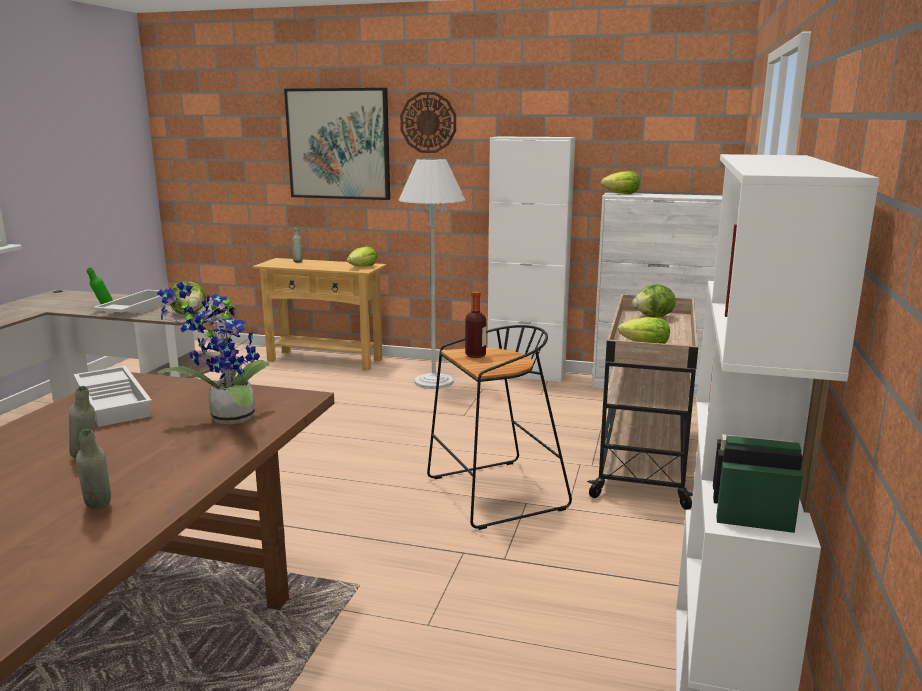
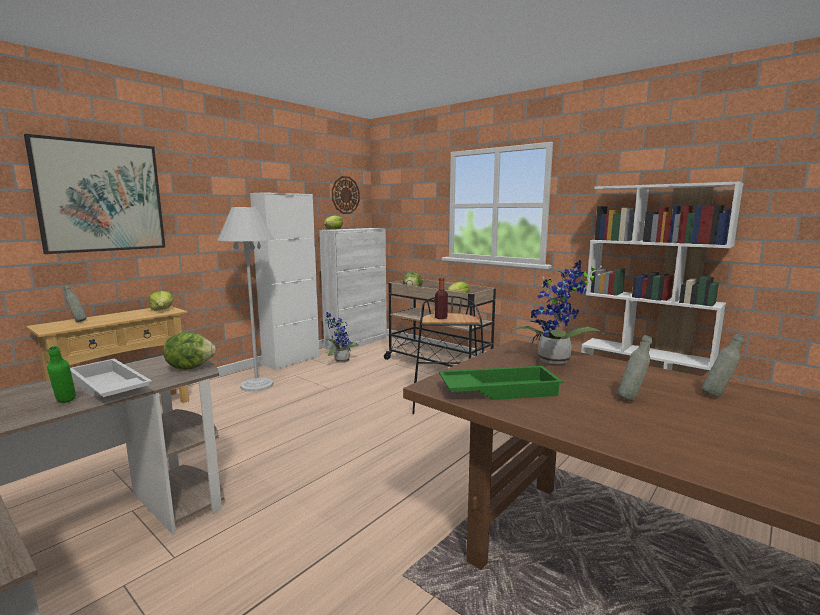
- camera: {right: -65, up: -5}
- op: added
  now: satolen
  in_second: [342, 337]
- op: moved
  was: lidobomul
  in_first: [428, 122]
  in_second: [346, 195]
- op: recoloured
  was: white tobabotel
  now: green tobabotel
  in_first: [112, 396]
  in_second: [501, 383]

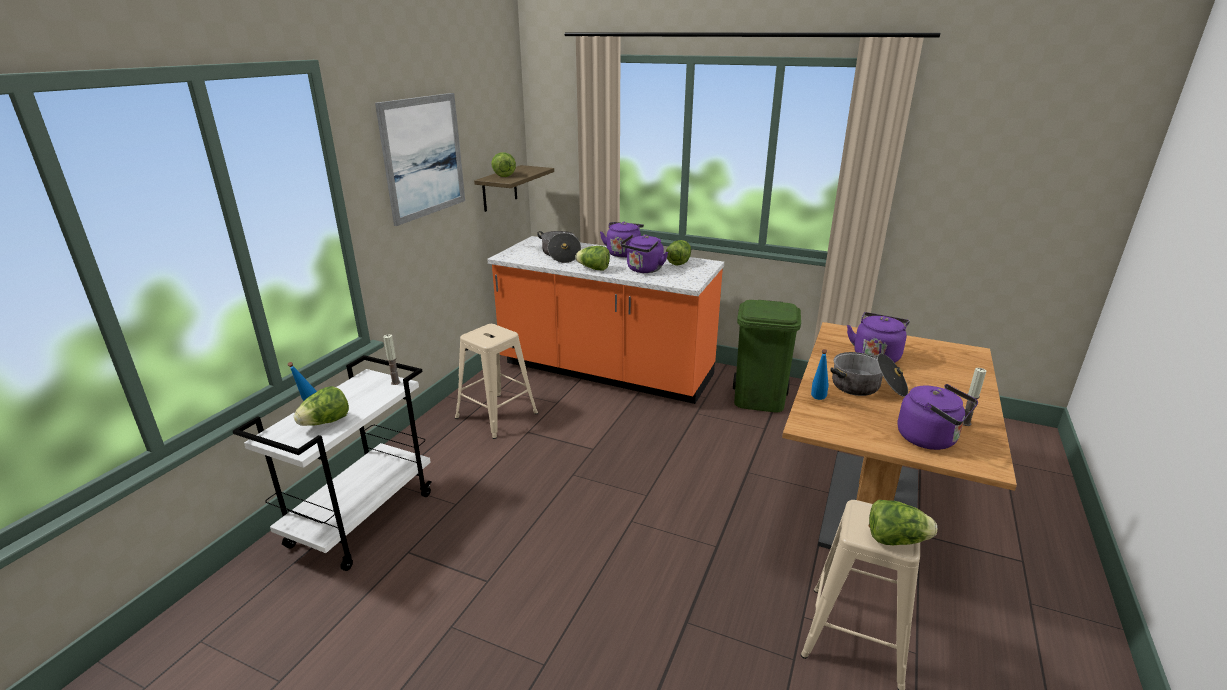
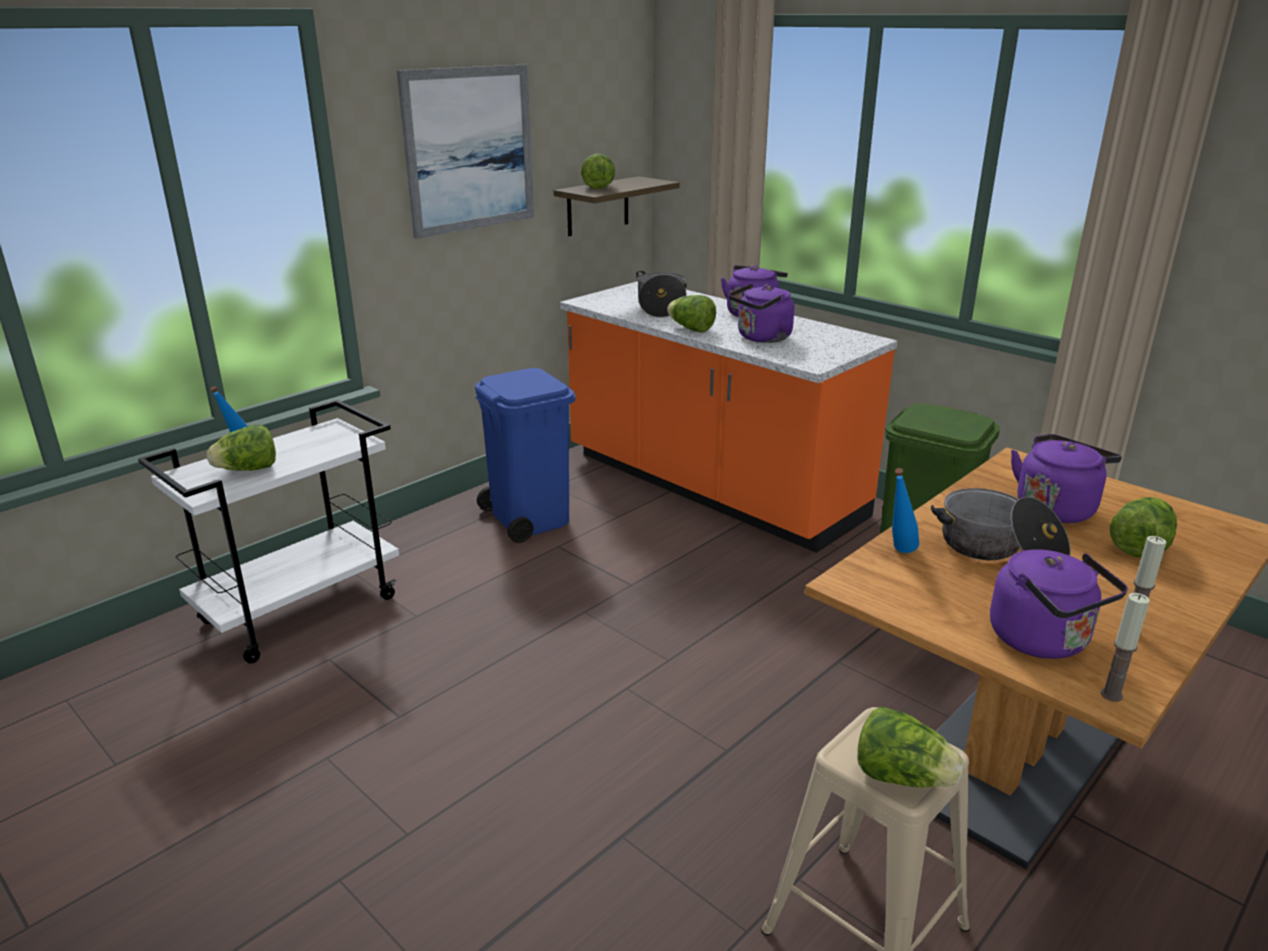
- camera: {right: 20, up: 0}
- op: replaced
  was: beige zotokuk
  now: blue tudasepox
  in_first: [496, 381]
  in_second: [525, 455]
- op: moved
  was: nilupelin
  in_first: [391, 359]
  in_second: [1125, 647]
- op: moved
  was: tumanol
  in_first: [678, 253]
  in_second: [1143, 527]

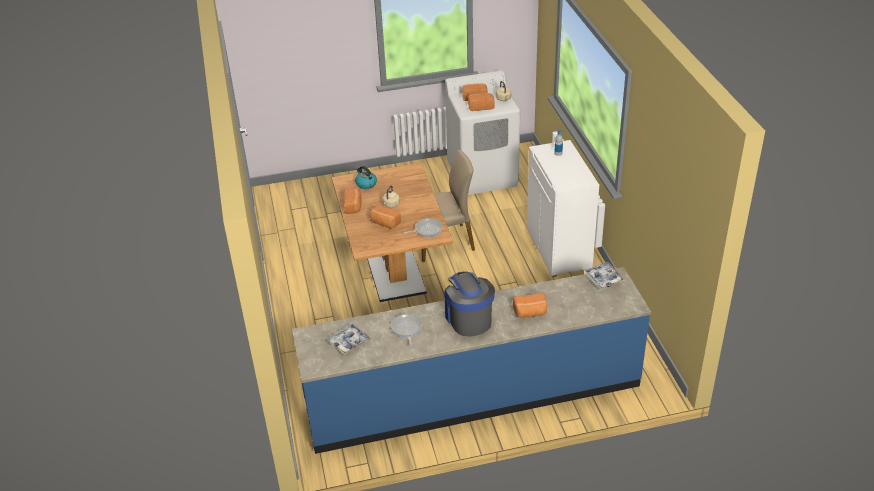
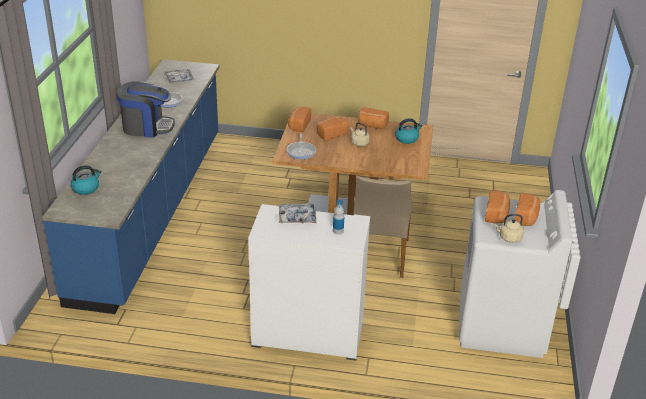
- camera: {right: 110, up: -5}
- op: added
  now: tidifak
  in_second: [86, 180]
- op: moved
  was: tobabotel
  in_first: [604, 275]
  in_second: [297, 213]
- op: moved
  was: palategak
  in_first: [530, 305]
  in_second: [299, 119]

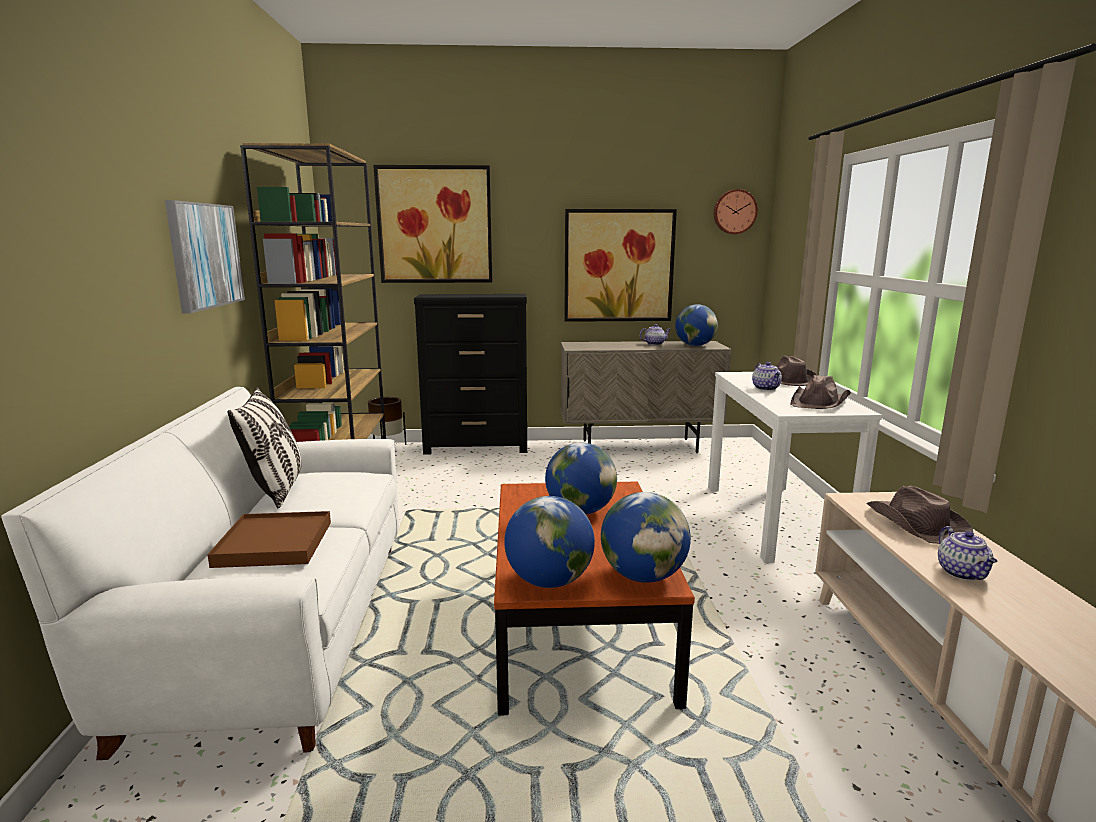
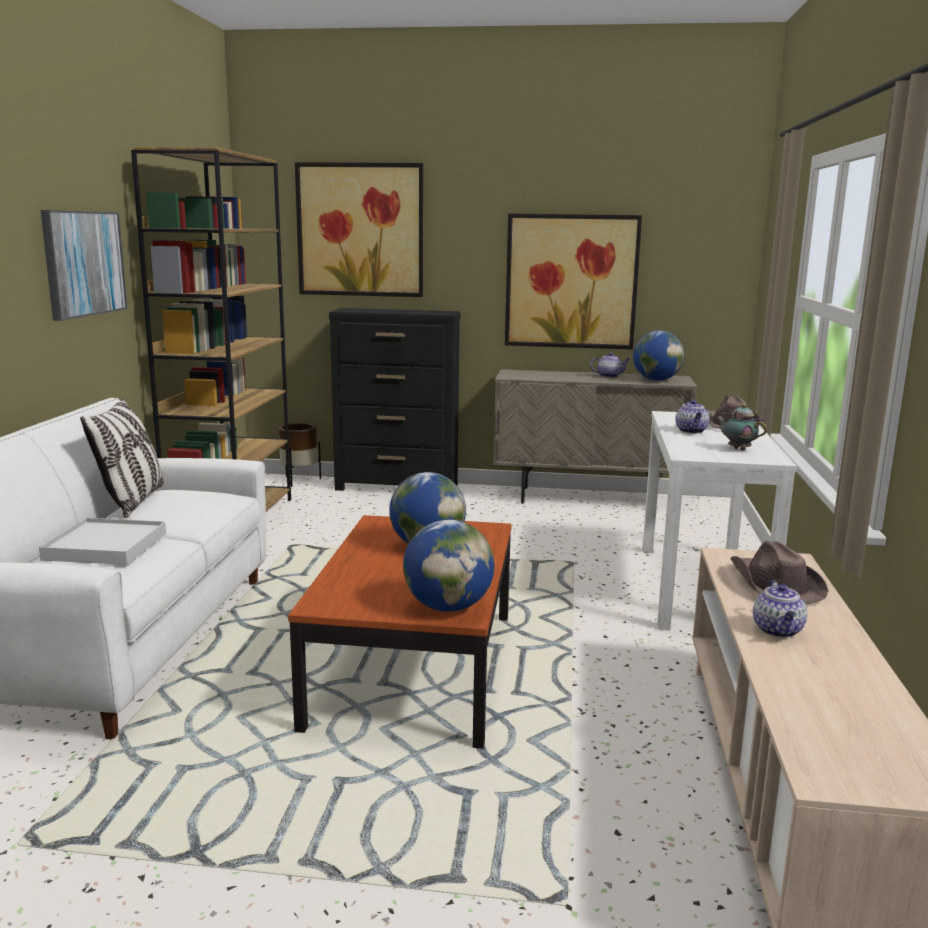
- camera: {right: 10, up: 0}
- op: recoloured
  was: brown tobabotel
  now: white tobabotel
  in_first: [269, 539]
  in_second: [102, 541]
- op: replaced
  was: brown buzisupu
  now: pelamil
  in_first: [820, 392]
  in_second: [741, 427]
- op: removed
  was: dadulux
  in_first: [549, 542]
- op: removed
  was: lidobomul
  in_first: [736, 211]

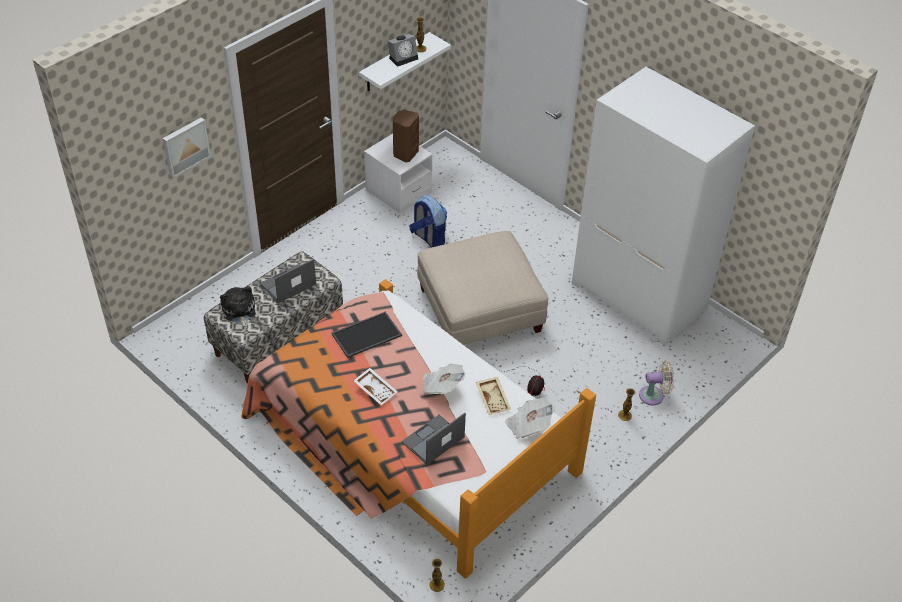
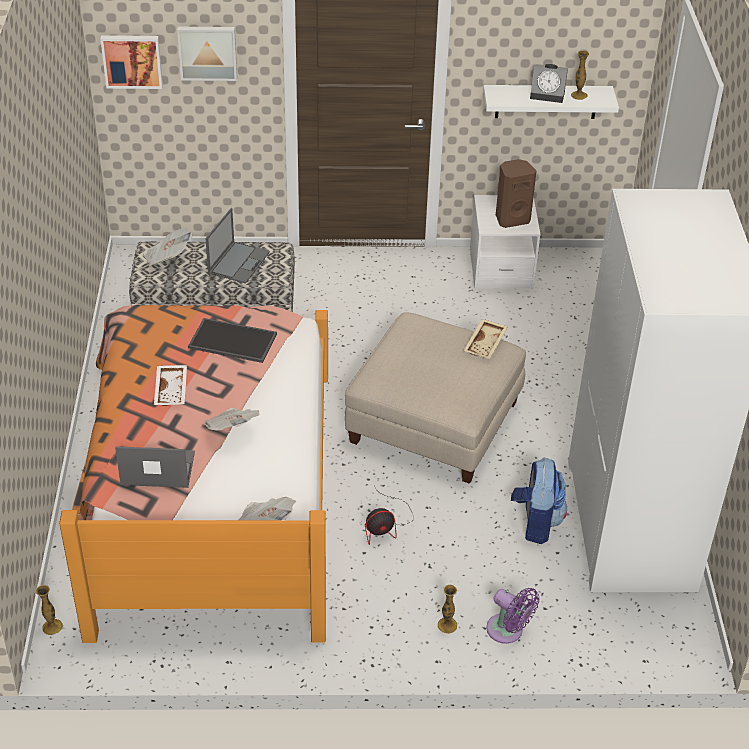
- camera: {right: 45, up: -5}
- op: added
  now: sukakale
  in_second: [131, 62]
- op: replaced
  was: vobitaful
  now: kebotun
  in_first: [238, 307]
  in_second: [168, 247]
- op: turned
  was: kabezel
  in_first: [288, 281]
  in_second: [237, 246]
  clockwise: 105
- op: moved
  was: beige tobabotel
  in_first: [493, 396]
  in_second: [485, 339]
- op: recoloured
  was: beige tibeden
  now: purple tibeden
  in_first: [656, 383]
  in_second: [512, 616]
- op: moved
  was: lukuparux
  in_first: [428, 221]
  in_second: [539, 501]

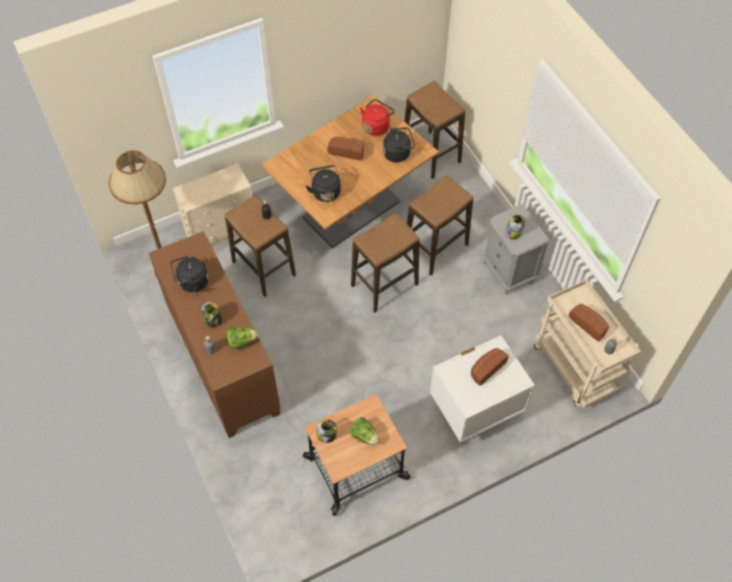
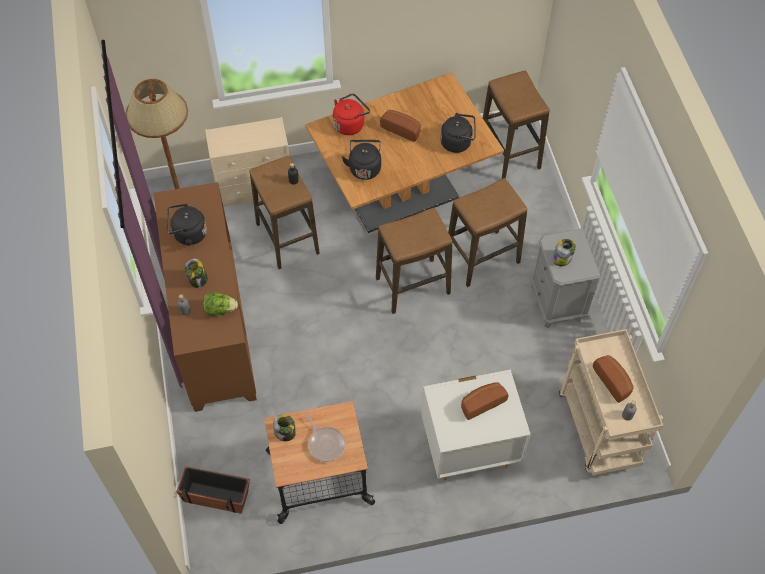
- camera: {right: 15, up: 0}
- op: added
  now: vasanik
  in_second: [213, 490]
- op: replaced
  was: tumanol
  now: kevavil
  in_first: [364, 431]
  in_second: [326, 438]
- op: moved
  was: red tidifak
  in_first: [377, 117]
  in_second: [351, 114]

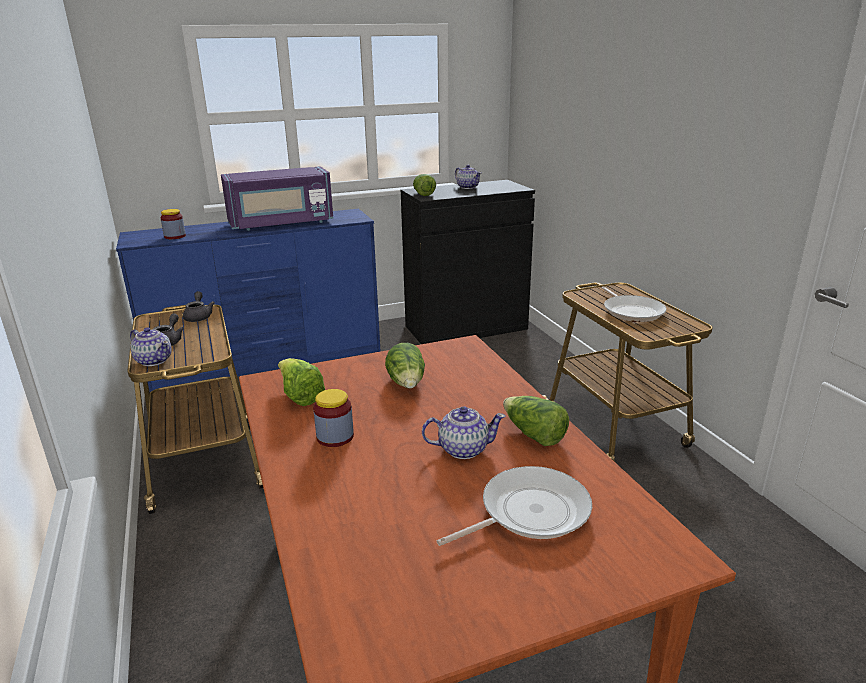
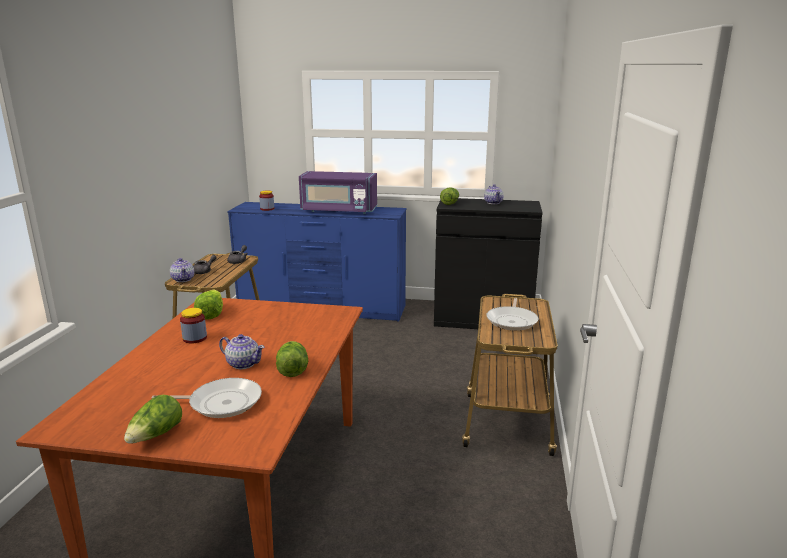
- camera: {right: 30, up: -5}
- op: moved
  was: tumanol
  in_first: [405, 366]
  in_second: [153, 419]

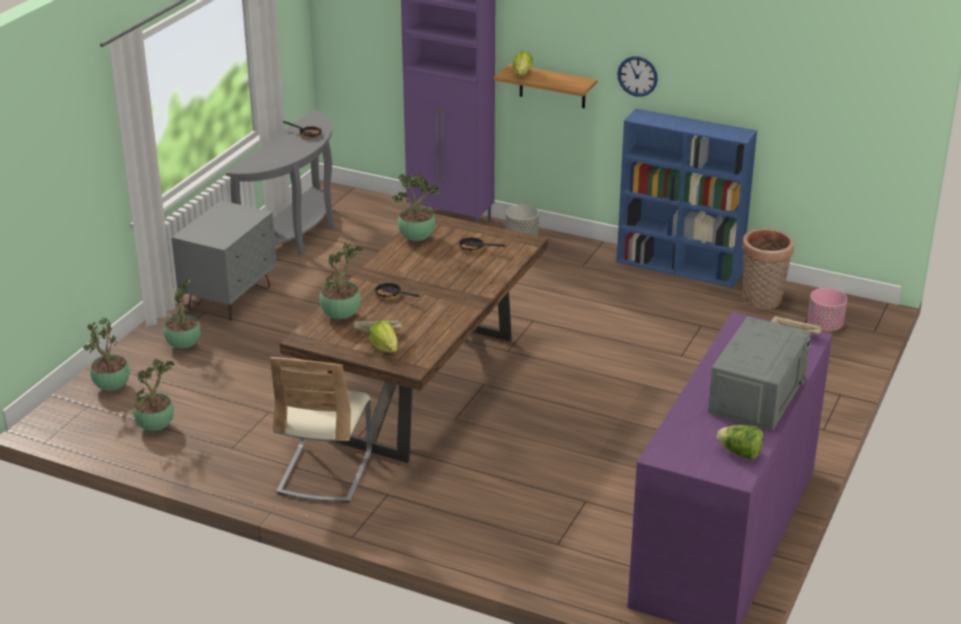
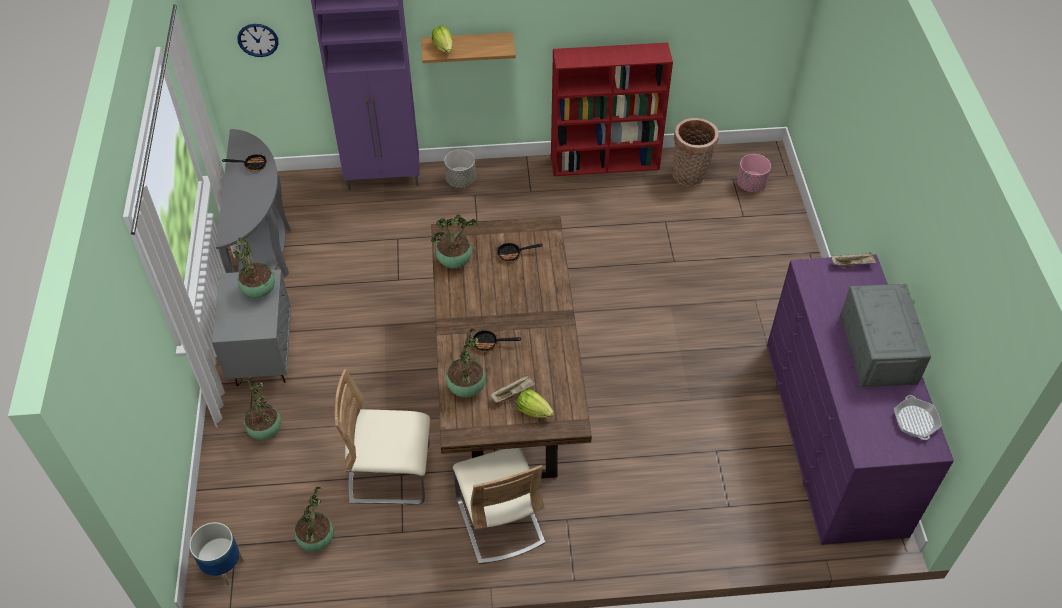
- camera: {right: -30, up: 20}
- op: added
  now: vasanik
  in_second: [216, 554]
- op: moved
  was: satolen
  in_first: [106, 354]
  in_second: [253, 267]
- op: moved
  was: lidobomul
  in_first: [637, 76]
  in_second: [257, 40]
- op: added
  now: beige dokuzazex
  in_second: [382, 437]
- op: recoloured
  was: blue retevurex
  now: red retevurex
  in_first: [687, 198]
  in_second: [612, 109]
- op: replaced
  was: tumanol
  now: kevavil
  in_first: [740, 442]
  in_second: [918, 417]

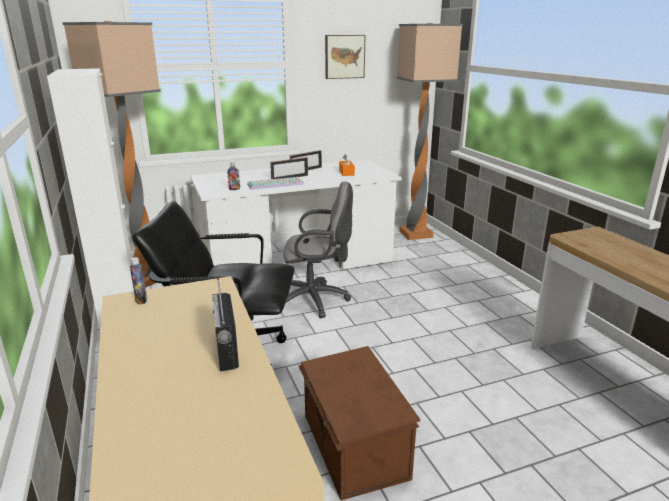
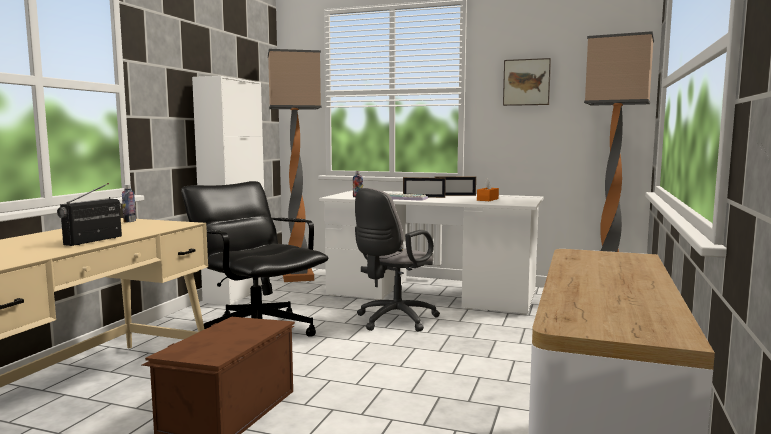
- camera: {right: 40, up: -15}
- op: turned
  was: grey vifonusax
  in_first: [318, 250]
  in_second: [397, 260]
  clockwise: 90

